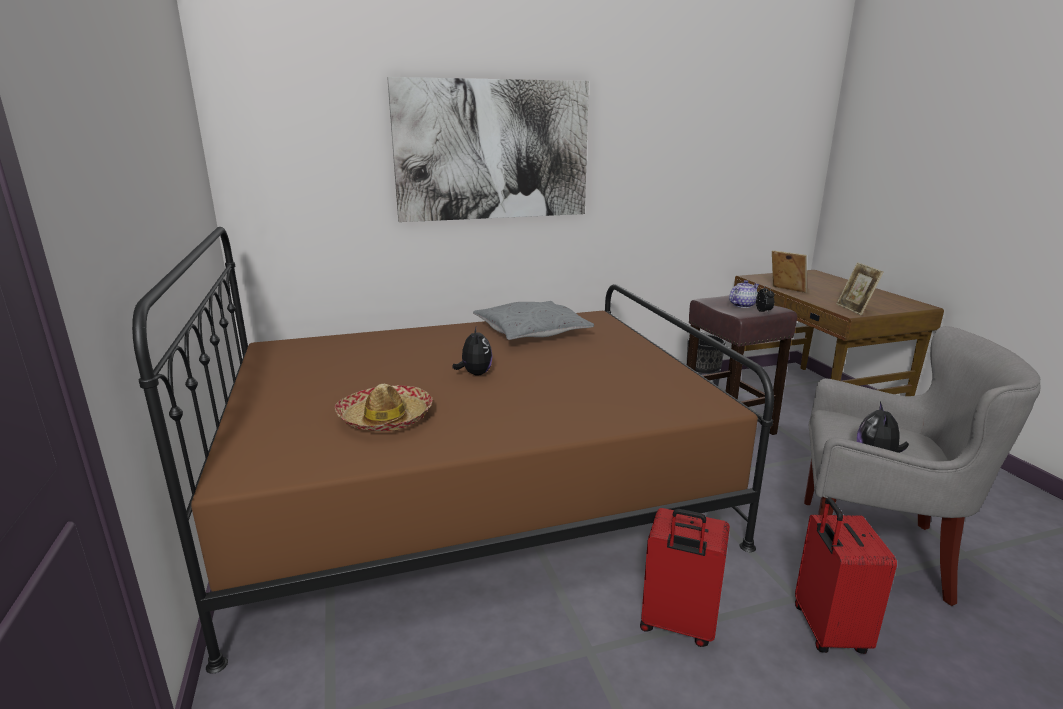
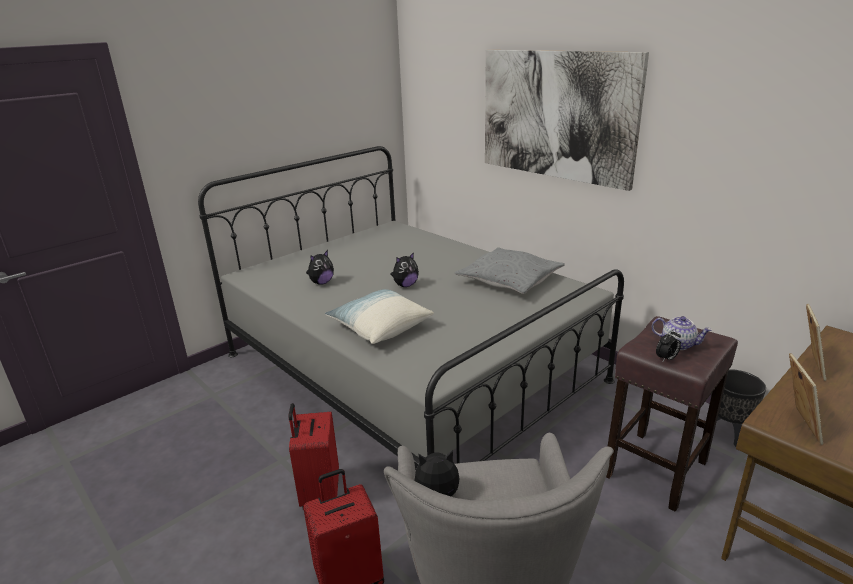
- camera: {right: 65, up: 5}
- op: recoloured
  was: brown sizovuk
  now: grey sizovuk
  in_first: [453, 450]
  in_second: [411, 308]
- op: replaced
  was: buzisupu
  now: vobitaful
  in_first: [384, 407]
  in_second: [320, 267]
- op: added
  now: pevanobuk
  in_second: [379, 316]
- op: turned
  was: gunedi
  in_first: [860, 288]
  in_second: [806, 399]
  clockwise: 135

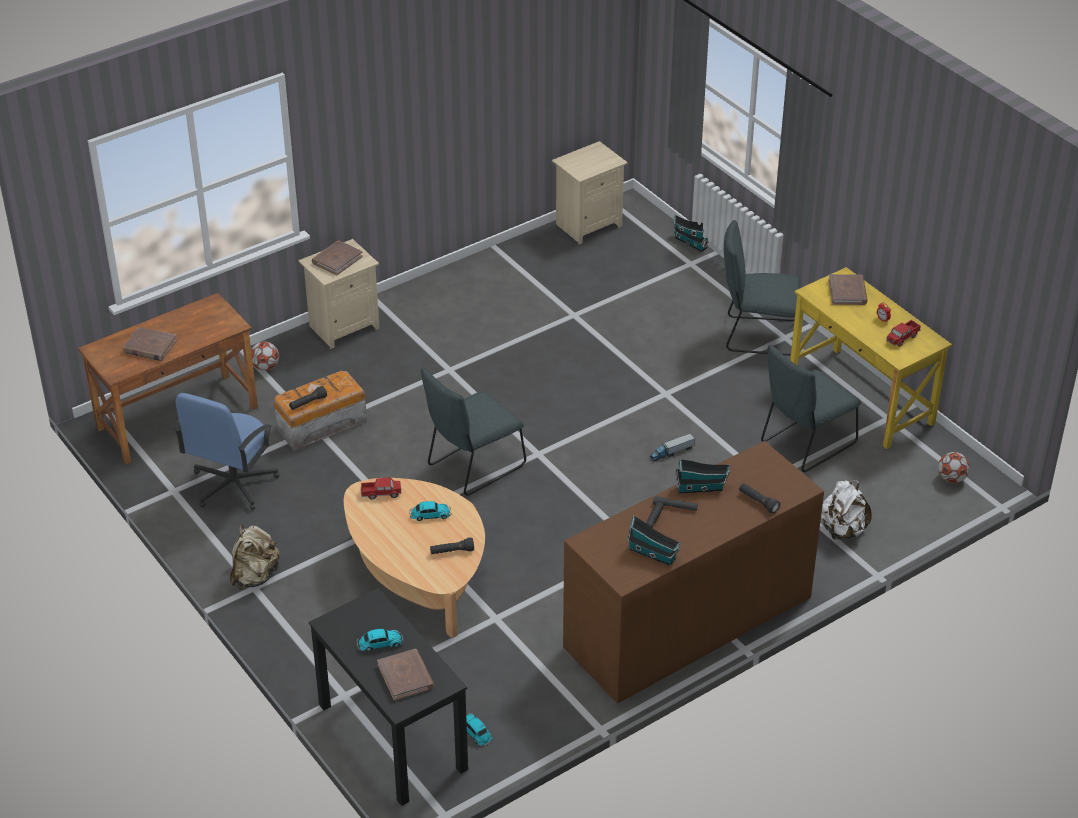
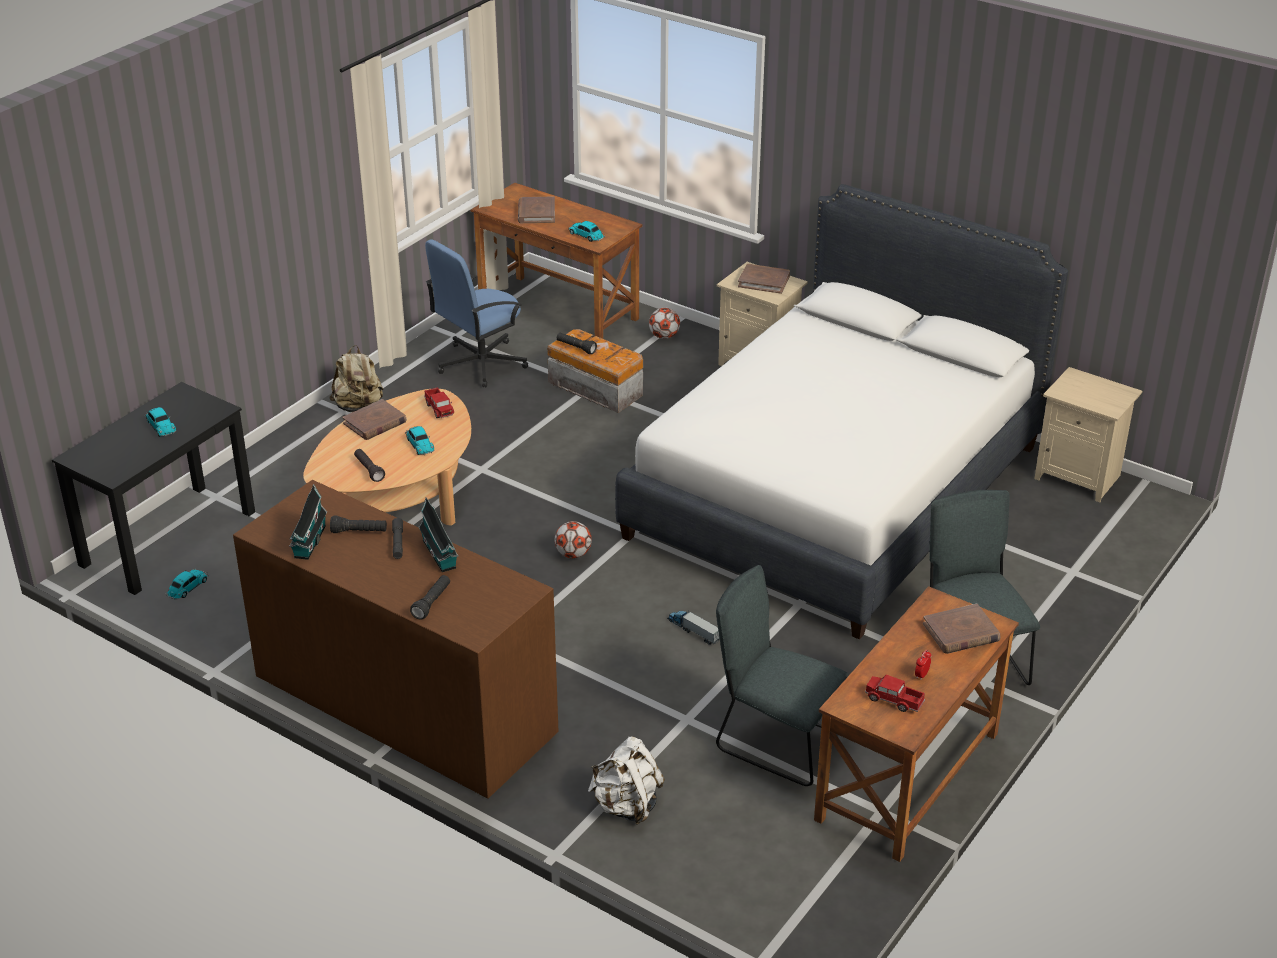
- camera: {right: 70, up: -5}
- op: moved
  was: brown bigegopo
  in_first: [405, 675]
  in_second: [375, 419]
- op: turned
  was: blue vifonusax
  in_first: [226, 451]
  in_second: [476, 313]
  clockwise: -45
- op: moved
  was: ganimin
  in_first: [954, 467]
  in_second: [573, 540]
- op: added
  now: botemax
  in_second: [586, 231]
- op: added
  now: white sizovuk
  in_second: [841, 412]
- op: recoloured
  was: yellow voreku
  now: brown voreku
  in_first: [871, 358]
  in_second: [916, 724]
- op: removed
  was: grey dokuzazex
  in_first: [473, 432]
- op: removed
  was: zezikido
  in_first: [691, 233]

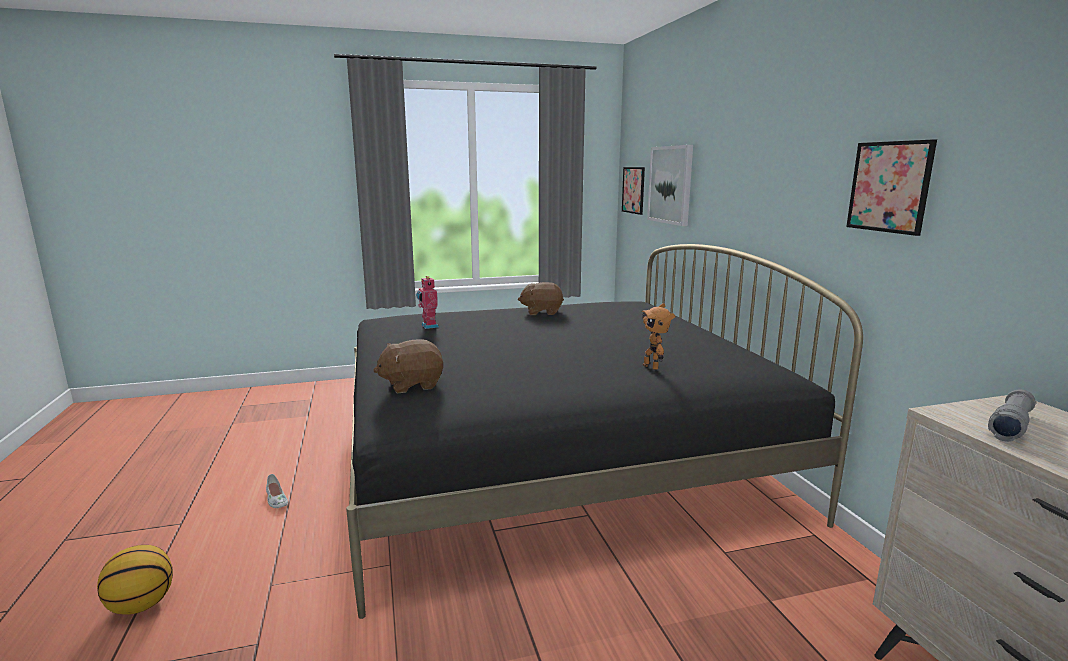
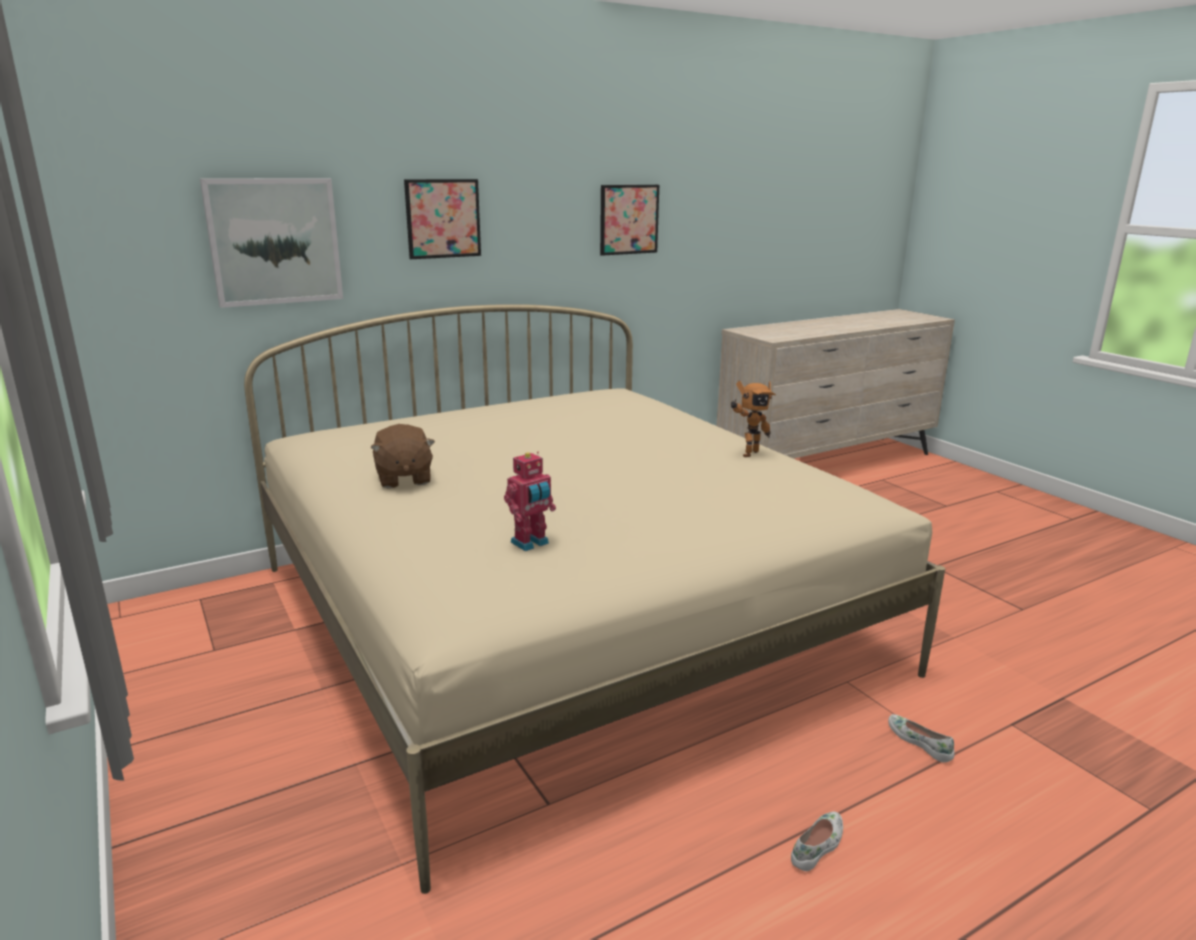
- camera: {right: -105, up: 5}
- op: recoloured
  was: black sizovuk
  now: beige sizovuk
  in_first: [604, 431]
  in_second: [595, 599]
- op: moved
  was: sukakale
  in_first: [633, 191]
  in_second: [442, 219]
- op: moved
  was: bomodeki
  in_first: [658, 336]
  in_second: [753, 419]
- op: added
  now: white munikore
  in_second: [921, 738]
- op: removed
  was: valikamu
  in_first: [135, 579]
- op: removed
  was: brown vobitaful
  in_first: [408, 366]
- op: removed
  was: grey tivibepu
  in_first: [1012, 415]

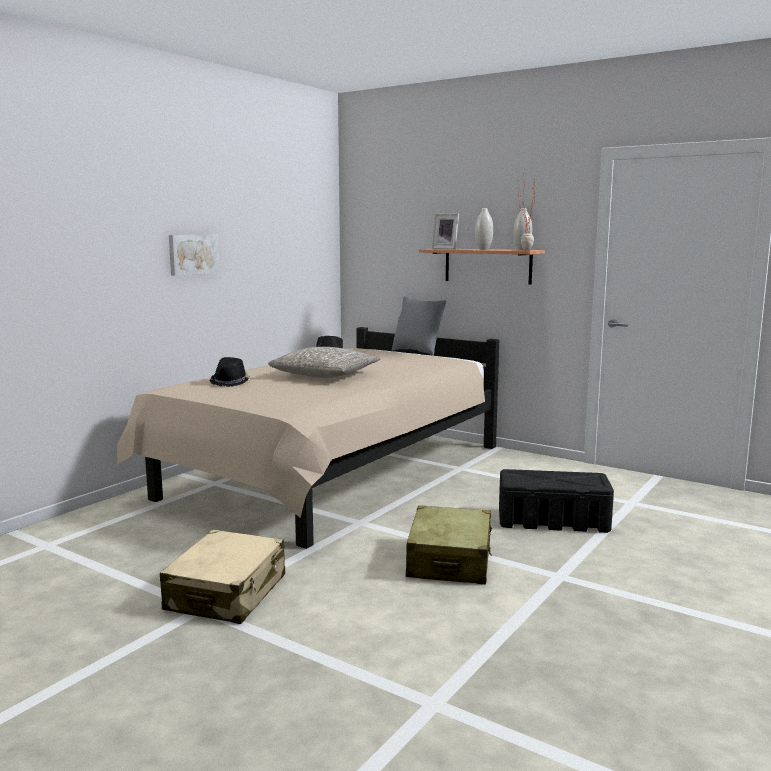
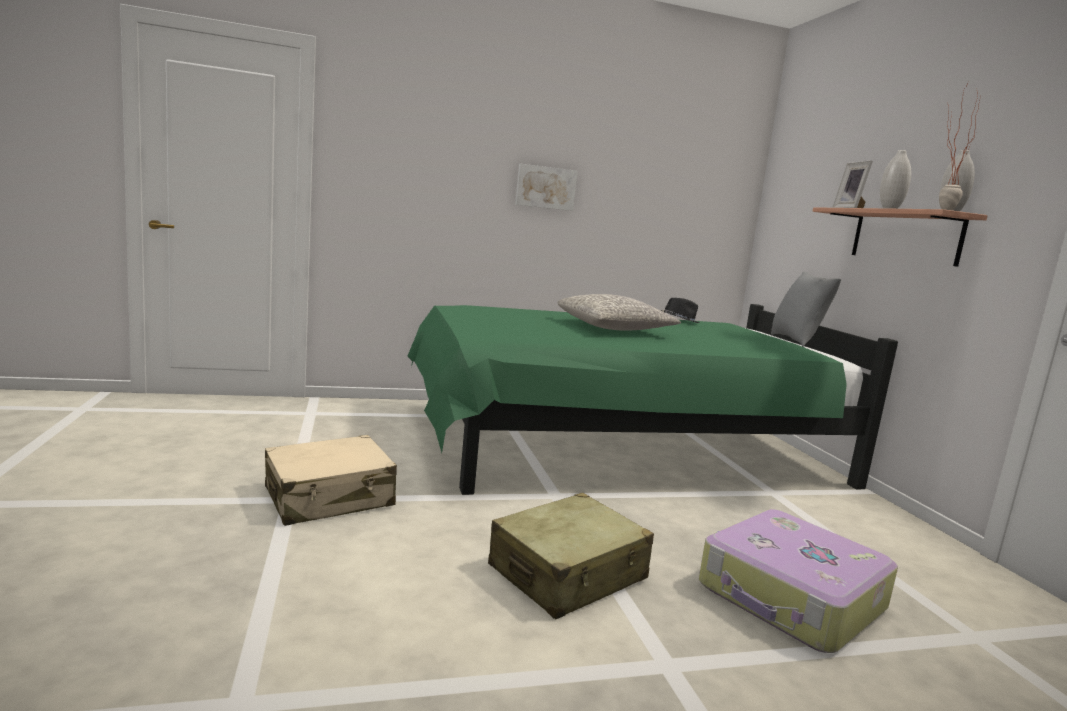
- camera: {right: 40, up: 0}
- op: recoloured
  was: beige sizovuk
  now: green sizovuk
  in_first: [308, 438]
  in_second: [653, 399]
- op: replaced
  was: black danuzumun
  now: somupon
  in_first: [556, 501]
  in_second: [798, 581]
- op: removed
  was: black buzisupu
  in_first: [230, 372]

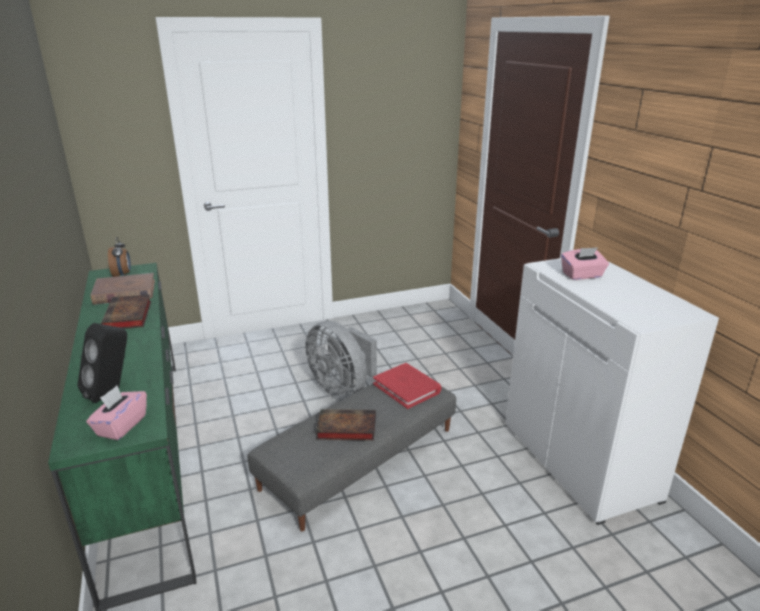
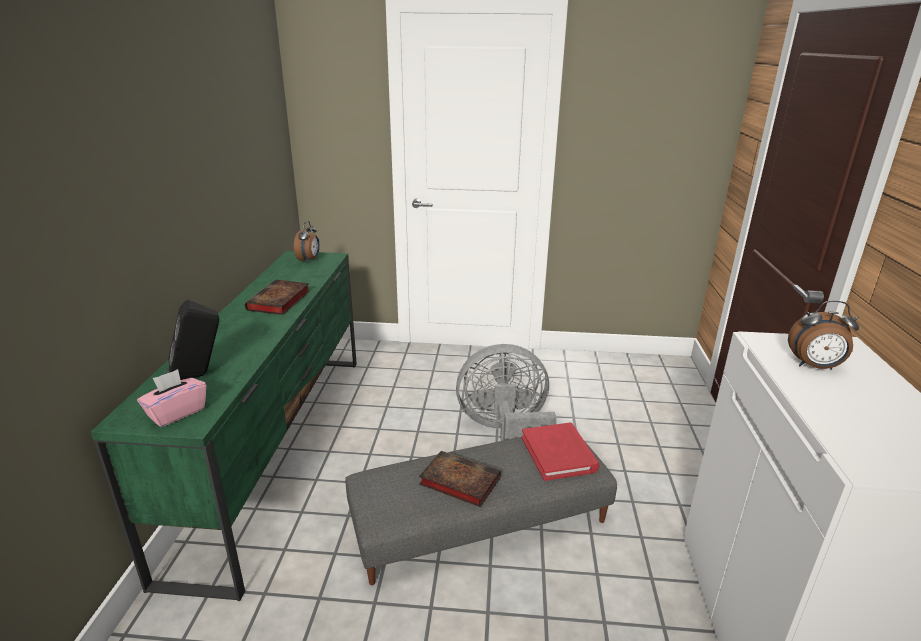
- camera: {right: 25, up: 0}
- op: turned
  was: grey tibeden
  in_first: [341, 360]
  in_second: [506, 392]
  clockwise: 105
- op: replaced
  was: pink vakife
  now: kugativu
  in_first: [585, 263]
  in_second: [823, 335]
- op: removed
  was: brown bigegopo
  in_first: [122, 289]

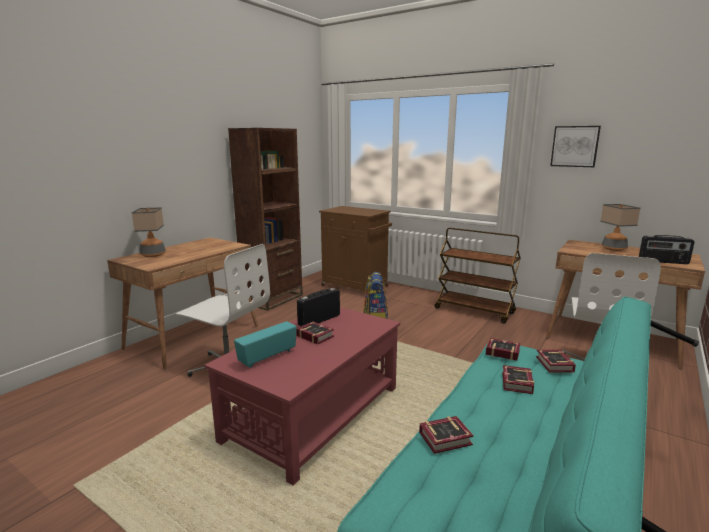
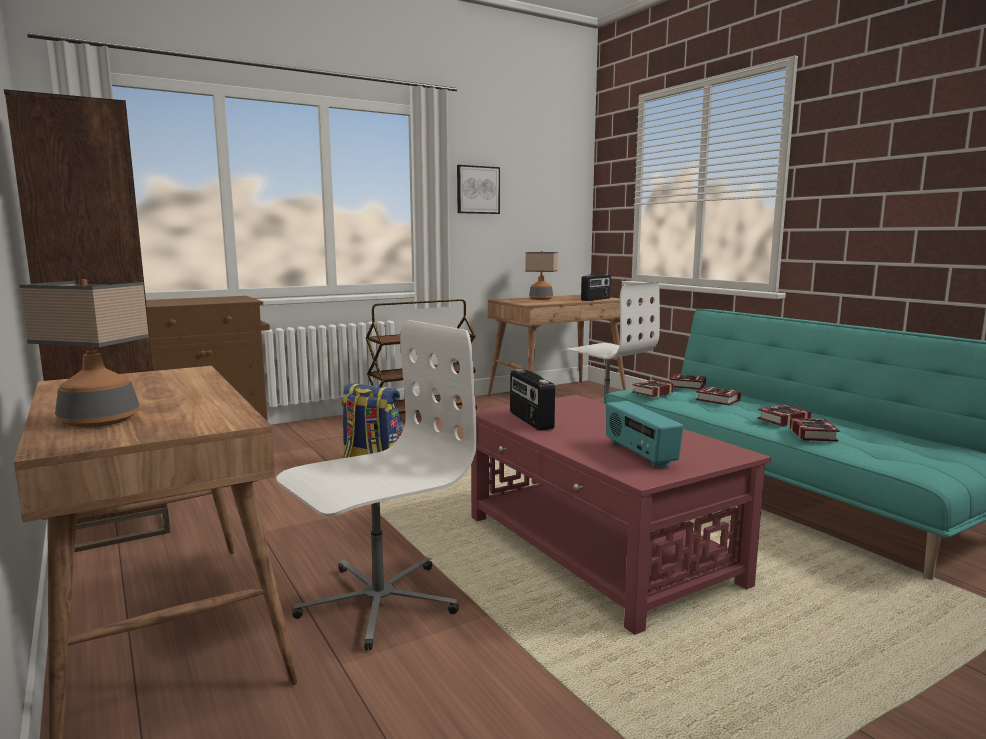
- camera: {right: -65, up: -5}
- op: moved
  was: bigegopo
  in_first: [315, 333]
  in_second: [784, 415]

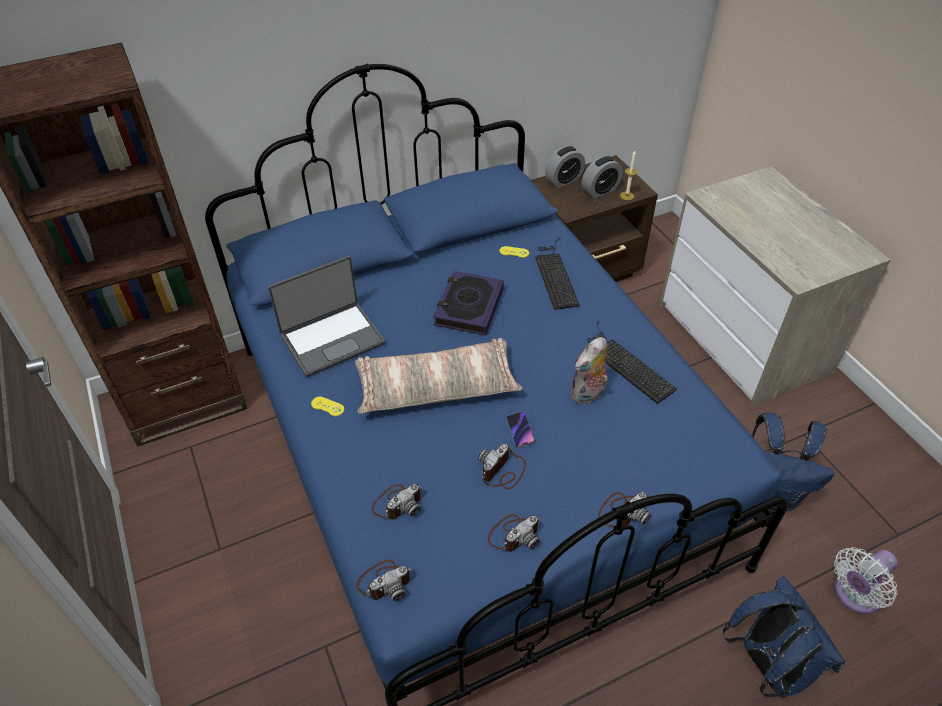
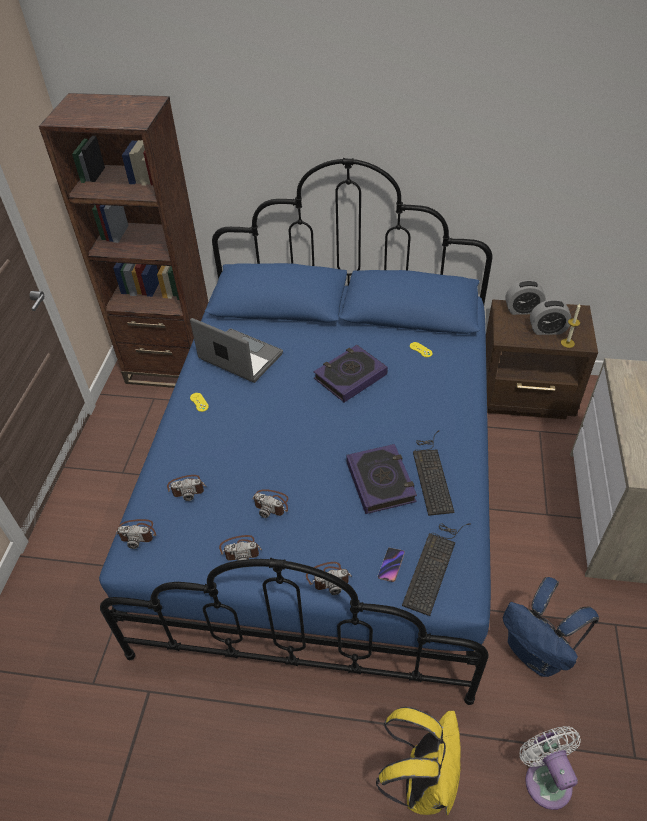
- camera: {right: 35, up: 0}
- op: turned
  was: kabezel
  in_first: [326, 316]
  in_second: [236, 350]
  clockwise: -150
- op: turned
  was: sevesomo
  in_first: [502, 466]
  in_second: [270, 503]
  clockwise: -135
- op: replaced
  was: vobitaful
  now: bigegopo
  in_first: [589, 370]
  in_second: [381, 479]
- op: recoloured
  was: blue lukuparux
  now: yellow lukuparux
  in_first: [784, 636]
  in_second: [419, 761]
- op: moved
  was: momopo
  in_first: [521, 429]
  in_second: [391, 565]
- op: moved
  was: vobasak
  in_first: [557, 274]
  in_second: [436, 569]
- op: turned
  was: white tibeden
  in_first: [866, 580]
  in_second: [550, 768]
  clockwise: 75
- op: removed
  was: pevanobuk
  in_first: [439, 376]

